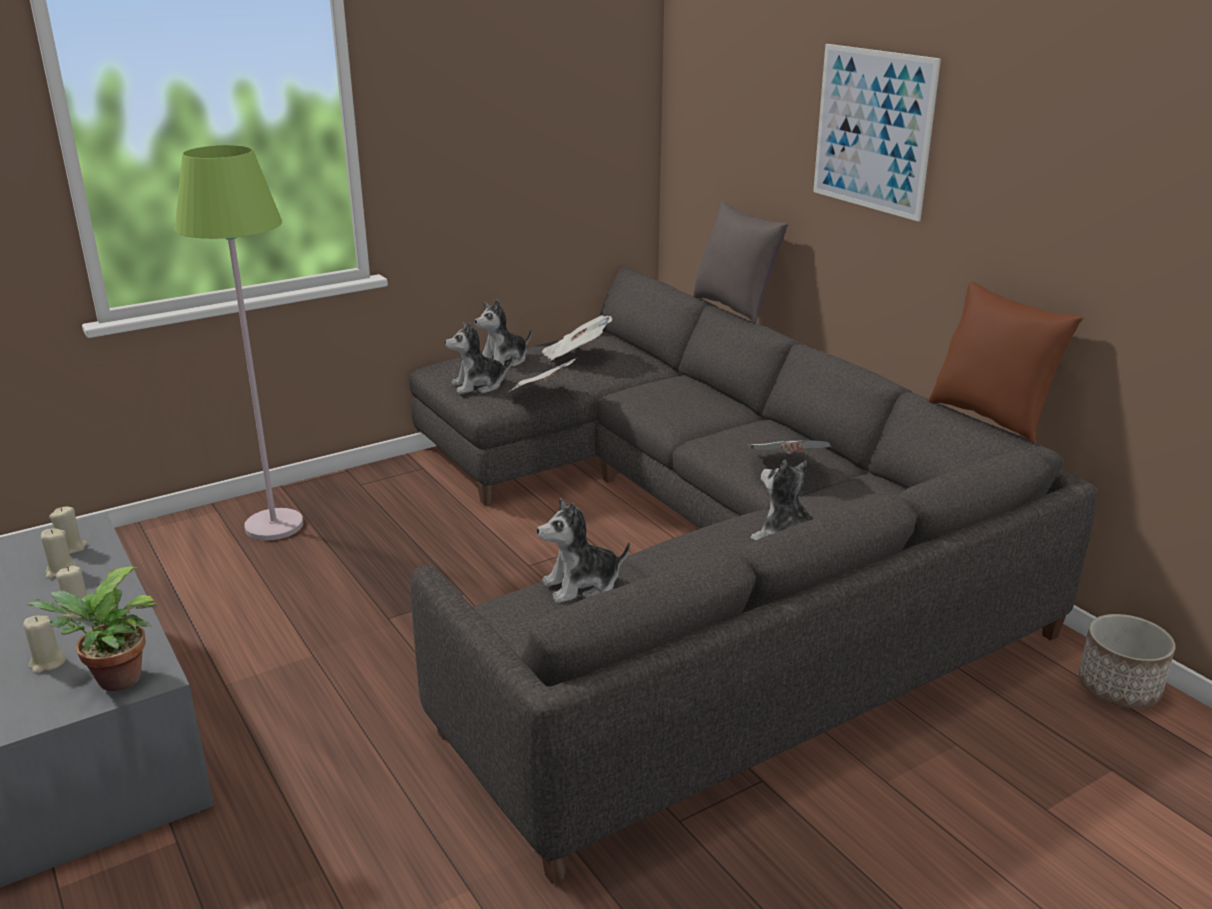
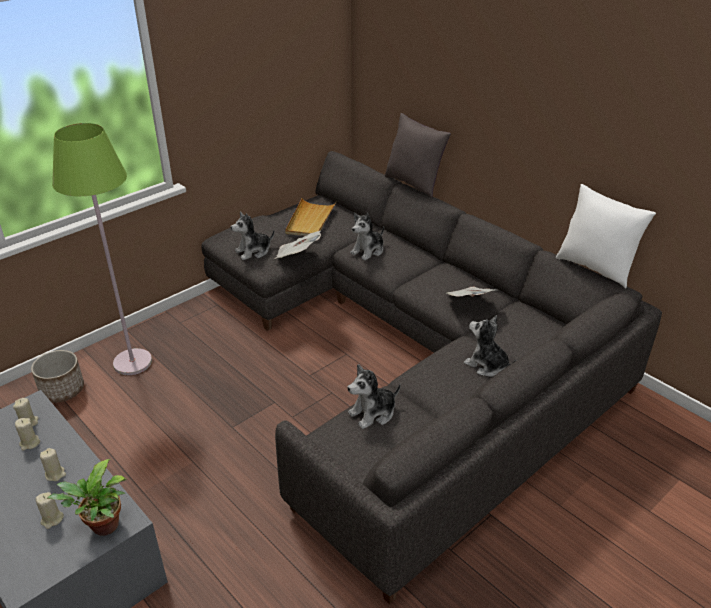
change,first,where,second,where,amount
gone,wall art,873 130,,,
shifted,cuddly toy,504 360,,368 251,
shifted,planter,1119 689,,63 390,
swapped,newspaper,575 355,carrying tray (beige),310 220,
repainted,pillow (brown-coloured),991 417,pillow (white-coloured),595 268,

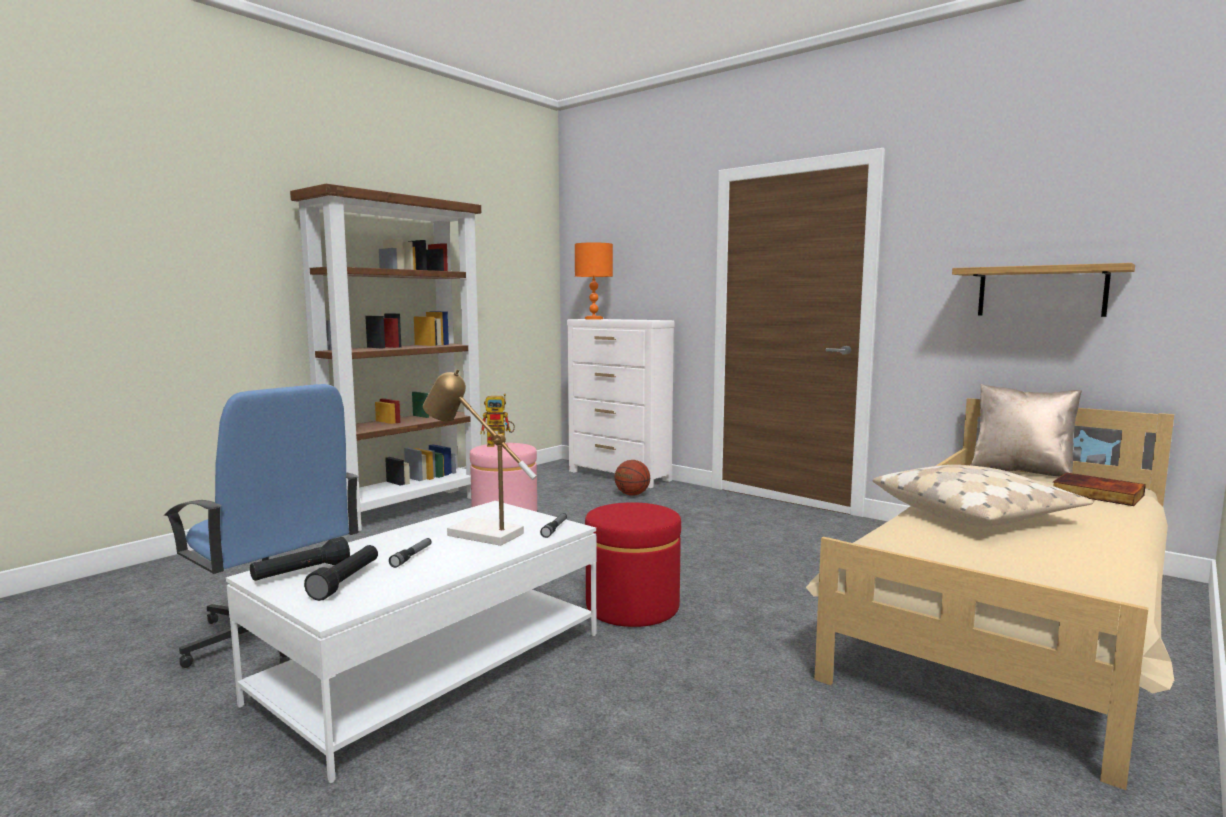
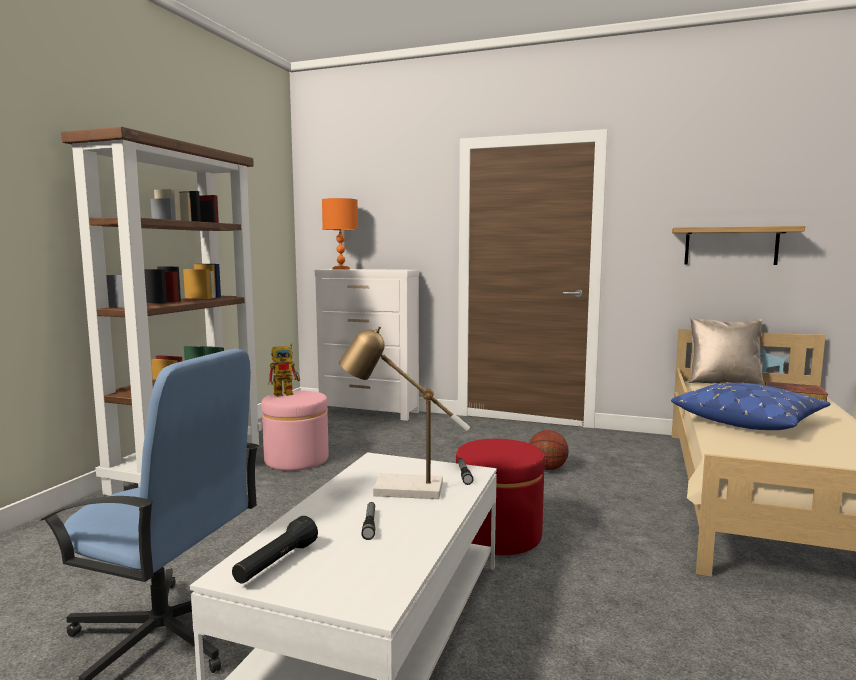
change,first,where,second,where,amount
gone,torch (blackish),346 582,,,
shifted,basketball ball,632 495,,547 469,
repainted,pillow (beige),975 514,pillow (blue-coloured),748 420,

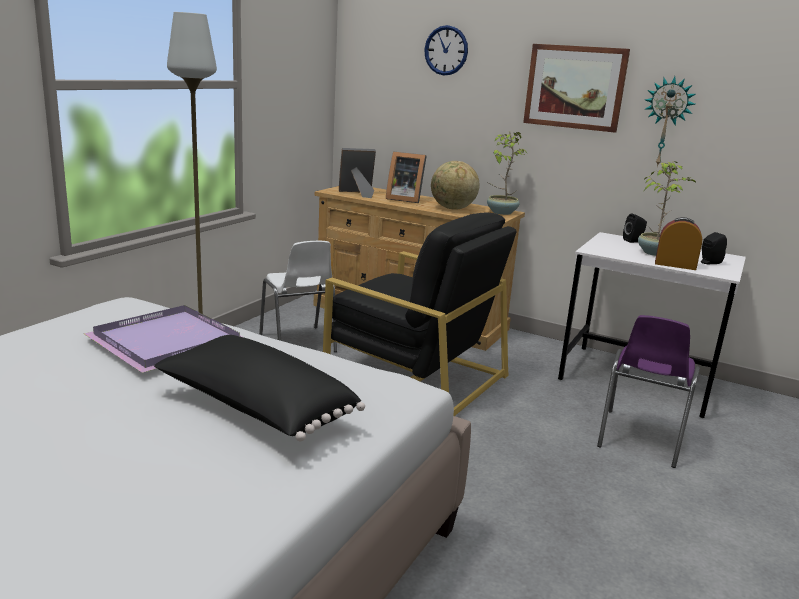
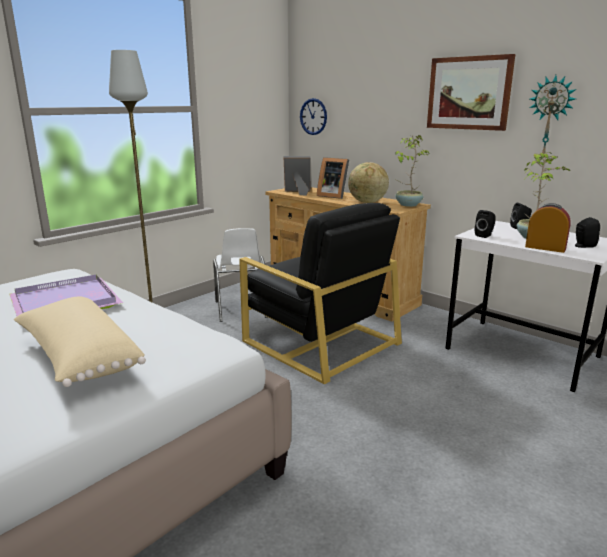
change,first,where,second,where,amount
gone,plain chair (purplish),639 439,,,
new,,,loudspeaker (blackish),484 235,
shifted,hanging clock,446 50,,313 116,
repainted,pillow (blackish),255 409,pillow (beige),78 357,

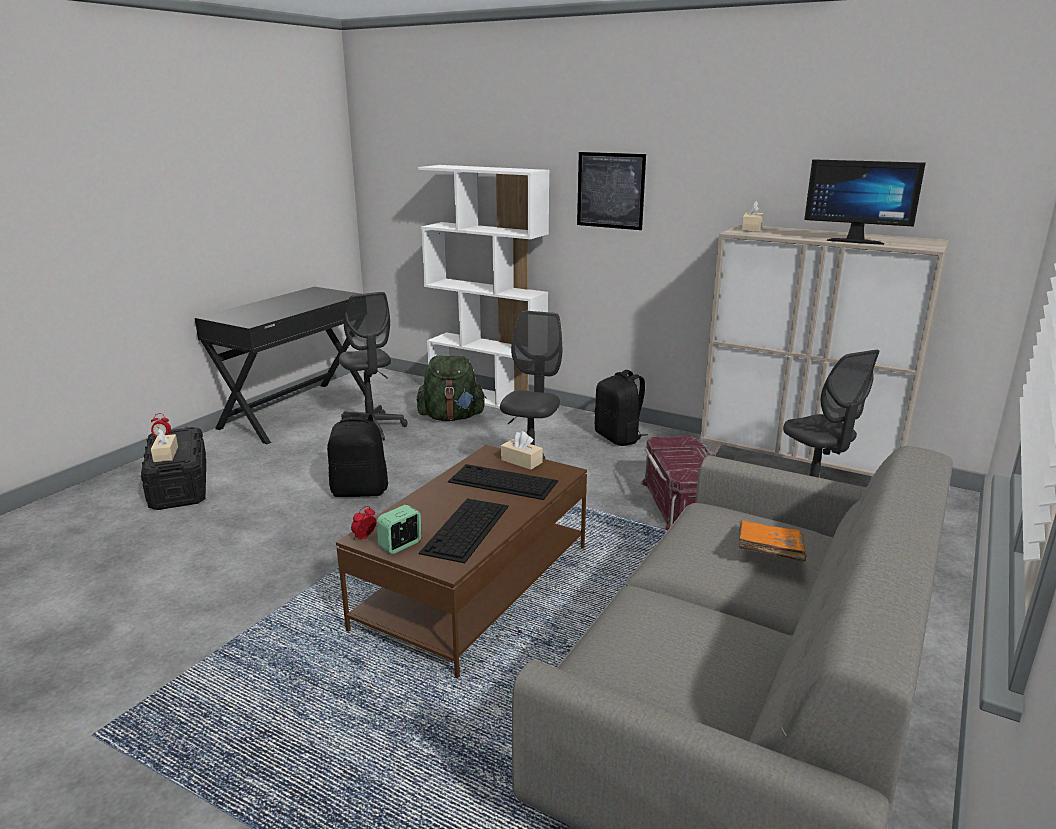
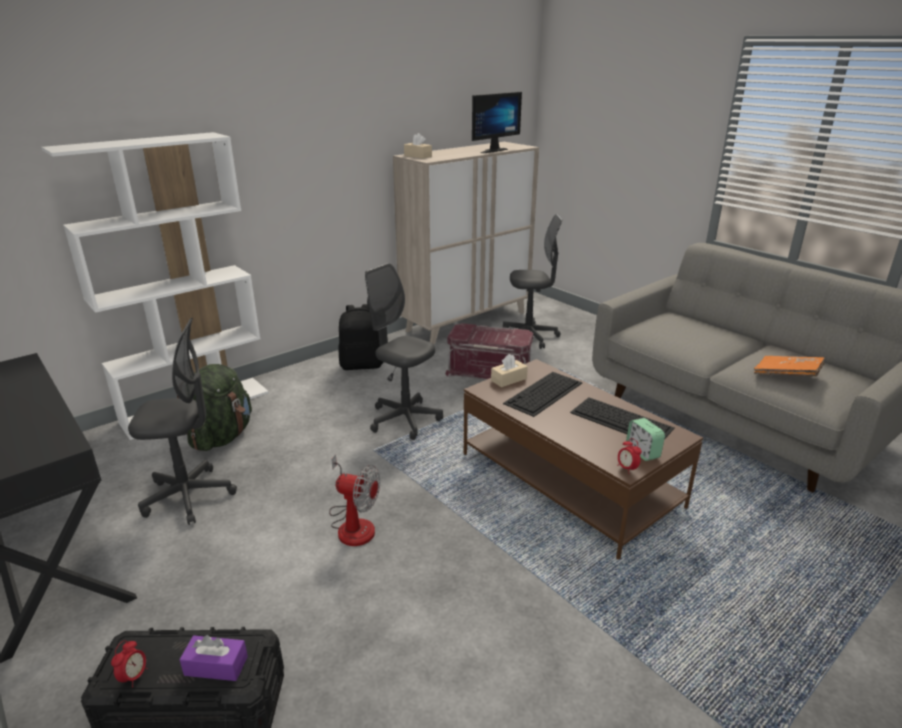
change,first,where,second,where,amount
gone,wall art,610 190,,,
shifted,book (orange-coloured),769 553,,787 375,
swapped,backpack (blackish),360 491,fan,353 524,
repainted,tissue holder (beige),166 454,tissue holder (purplish),216 666,

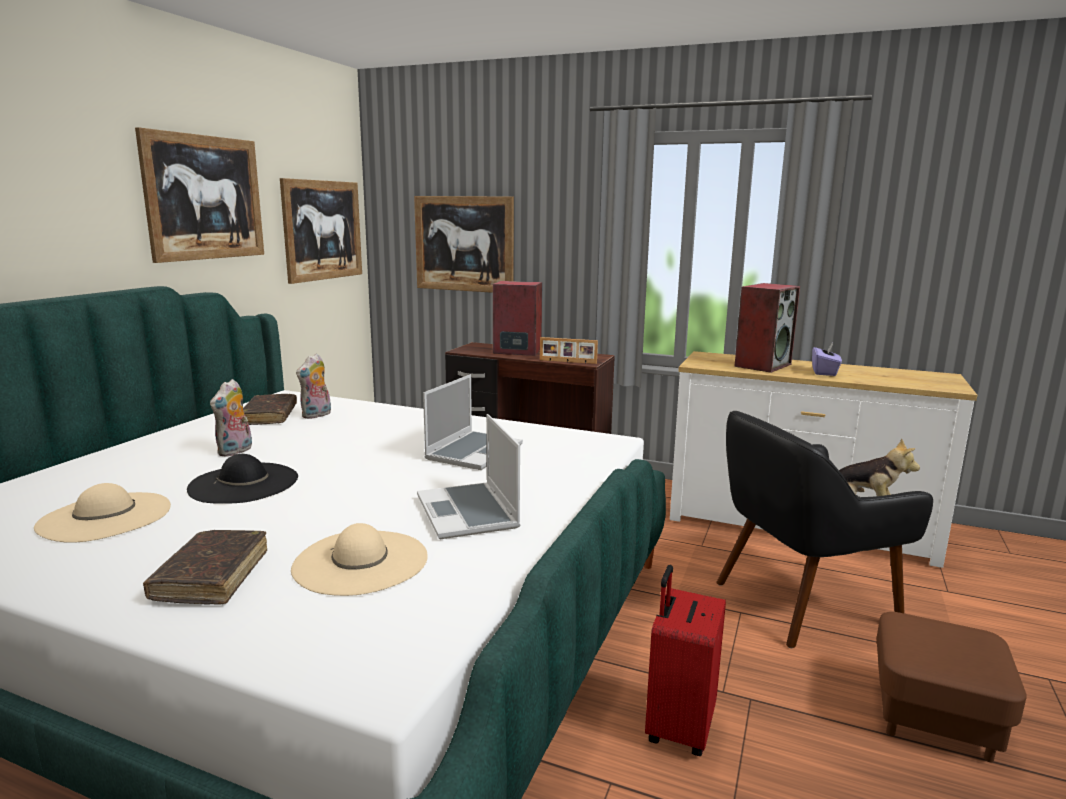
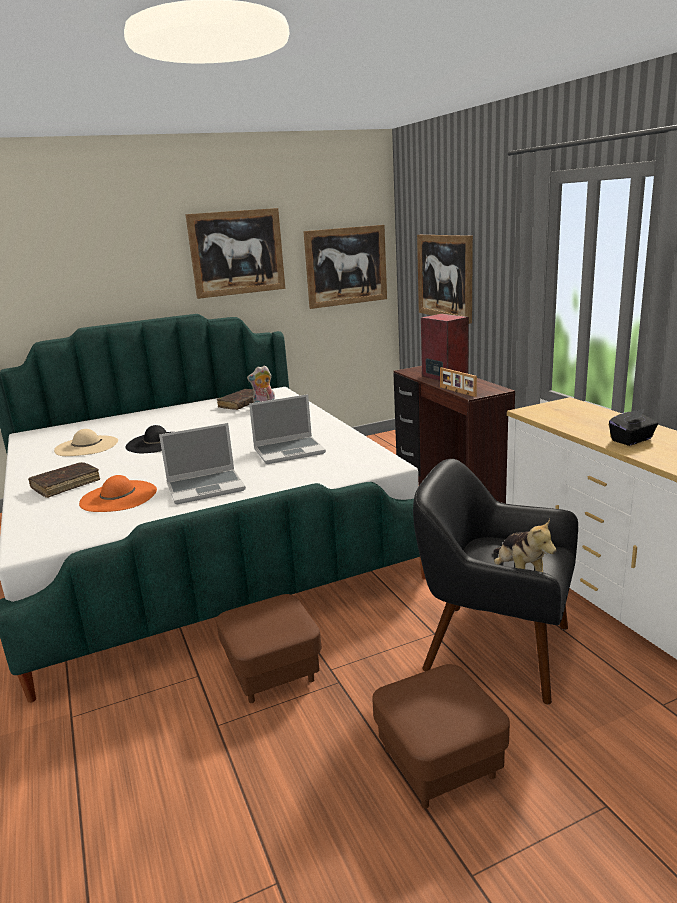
change,first,where,second,where,amount
gone,cuddly toy,235 451,,,
gone,loudspeaker,762 365,,,
swapped,travel case (red),678 727,ottoman (brown-coloured),272 672,
repainted,hat (beige),360 562,hat (orange-coloured),118 497,
repainted,tissue holder (purplish),824 372,tissue holder (blackish),632 440,
rotated,laptop,469 513,,206 487,135 degrees counterclockwise

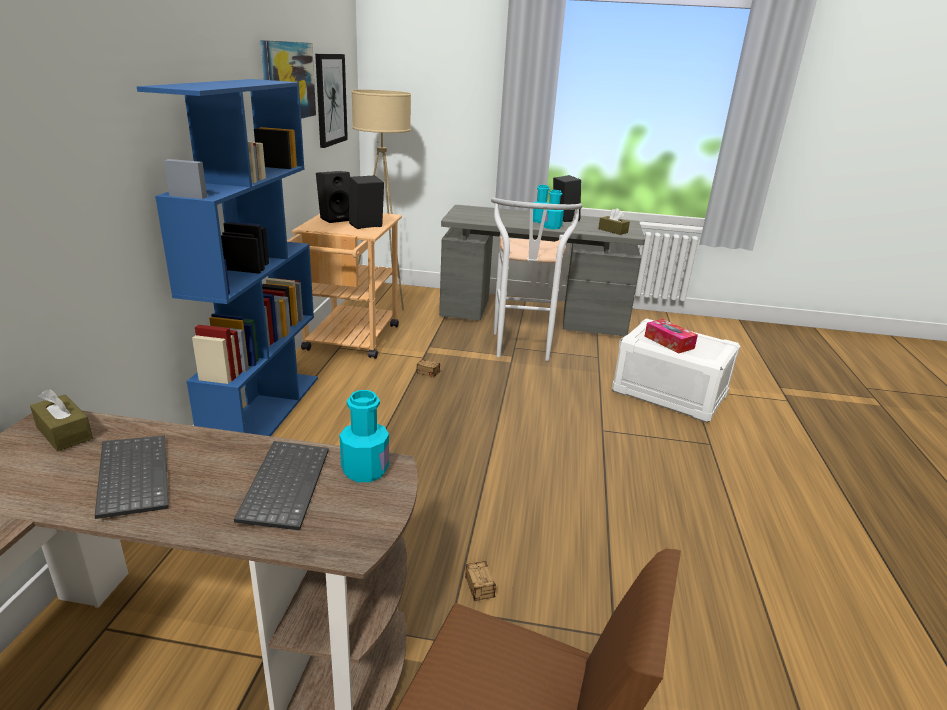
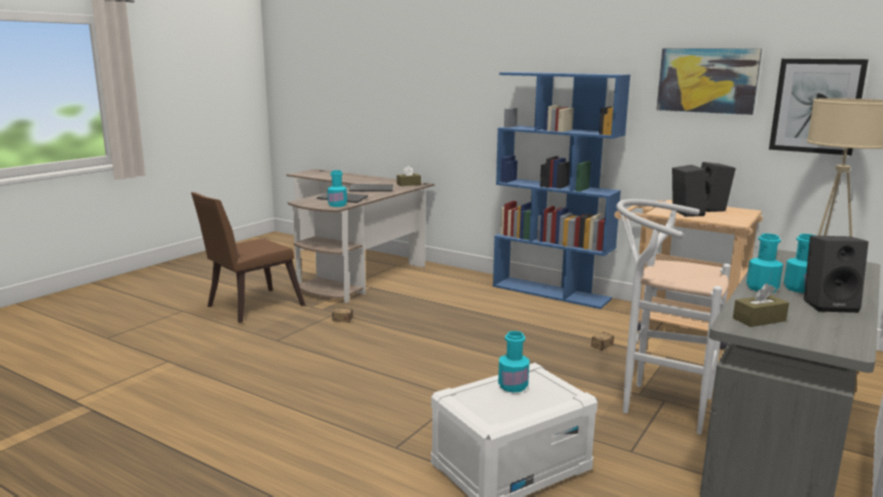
change,first,where,second,where,amount
swapped,tissue holder,669 342,drink bottle (turquoise),513 386,

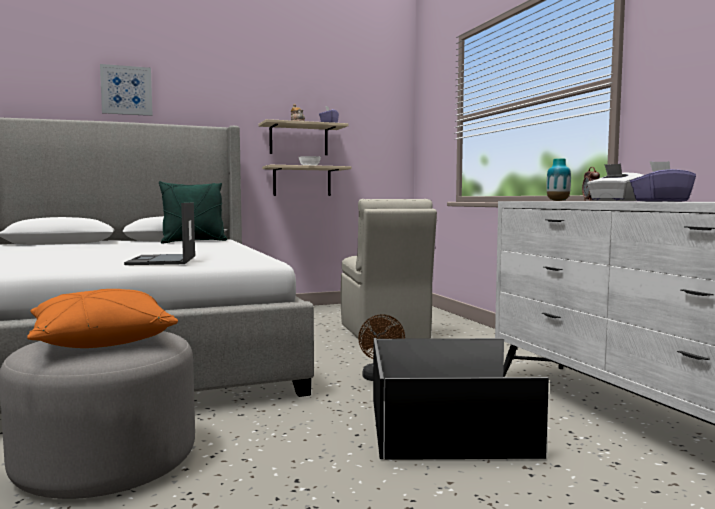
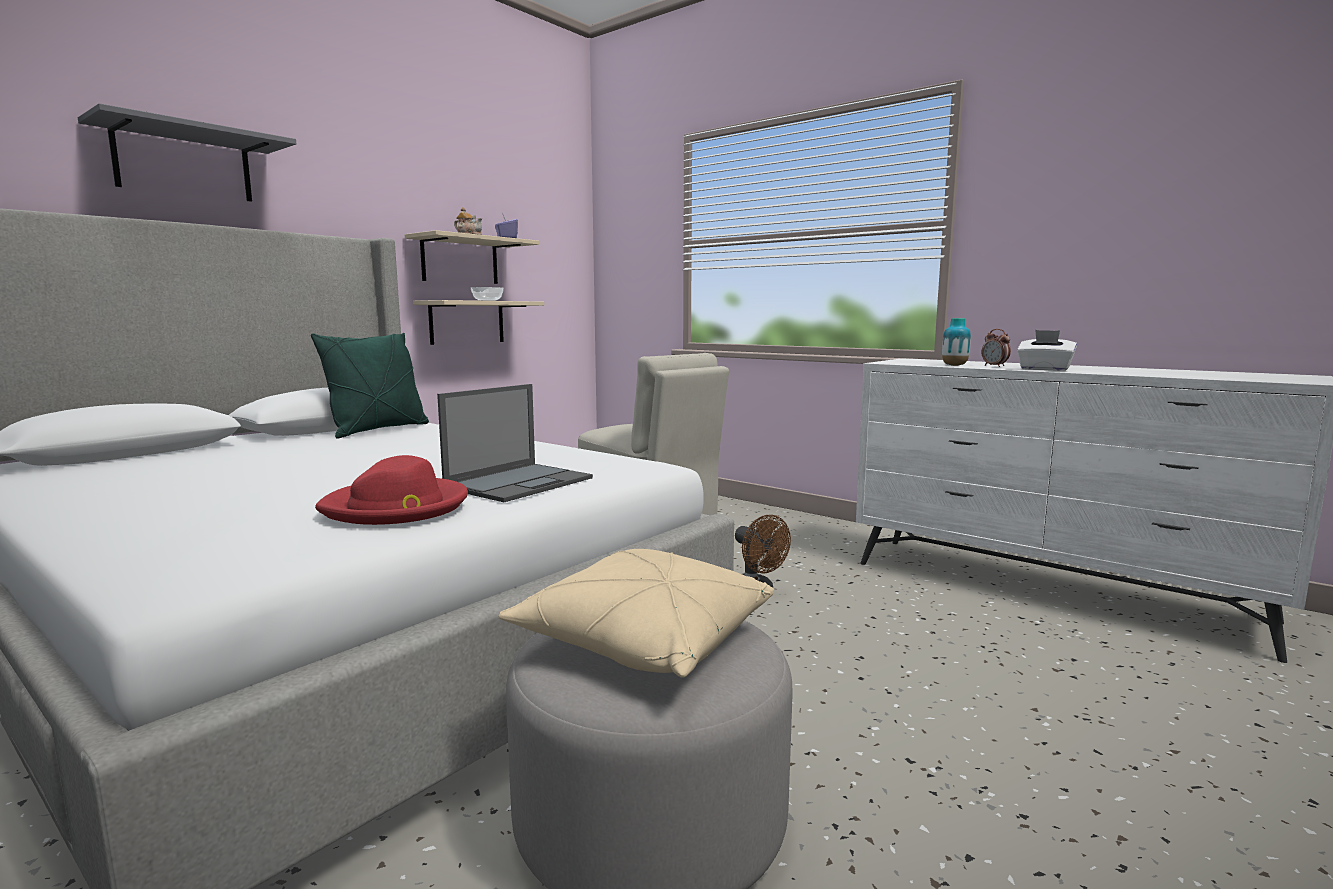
change,first,where,second,where,amount
gone,storage bin (blackish),449 427,,,
gone,tissue holder (purplish),660 201,,,
new,,,hat (red),397 507,
swapped,wall art,126 90,wall shelf (gray),184 164,
repainted,pillow (orange-coloured),101 340,pillow (beige),643 641,
rotated,laptop,162 260,,520 482,105 degrees counterclockwise

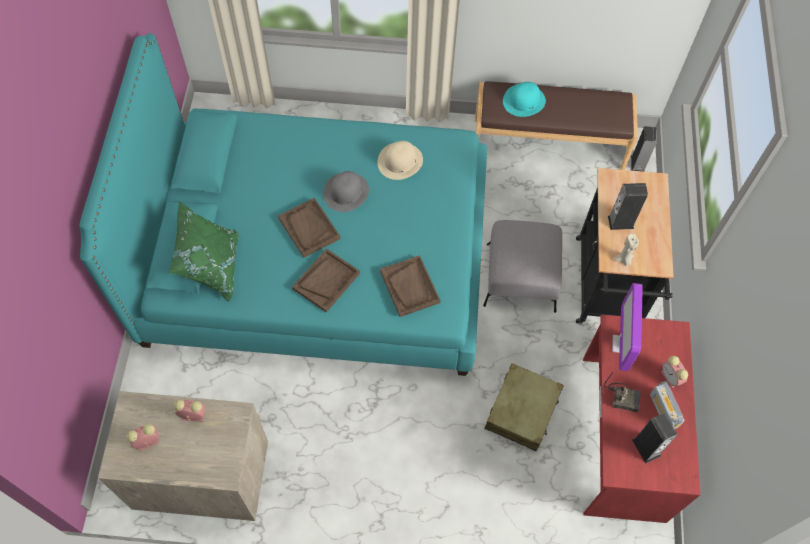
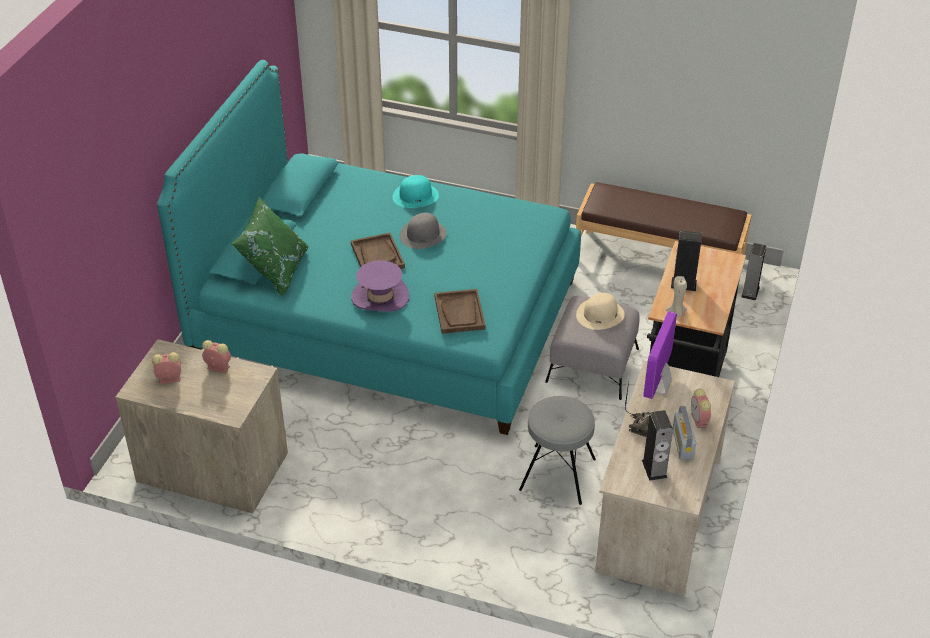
change,first,where,second,where,amount
shifted,hat (beige),400 161,,600 315,
shifted,hat (turquoise),524 100,,415 196,
swapped,carrying tray (brown-coloured),326 281,hat (purplish),380 296,
swapped,travel case (beige),522 411,stool seat (gray),557 474,
repainted,desk (red),621 437,desk (beige),657 514,

